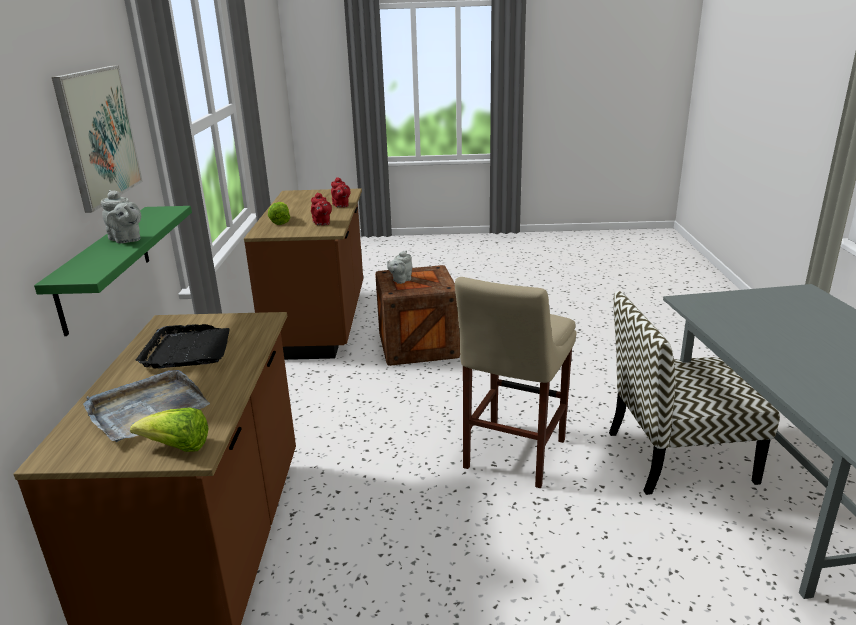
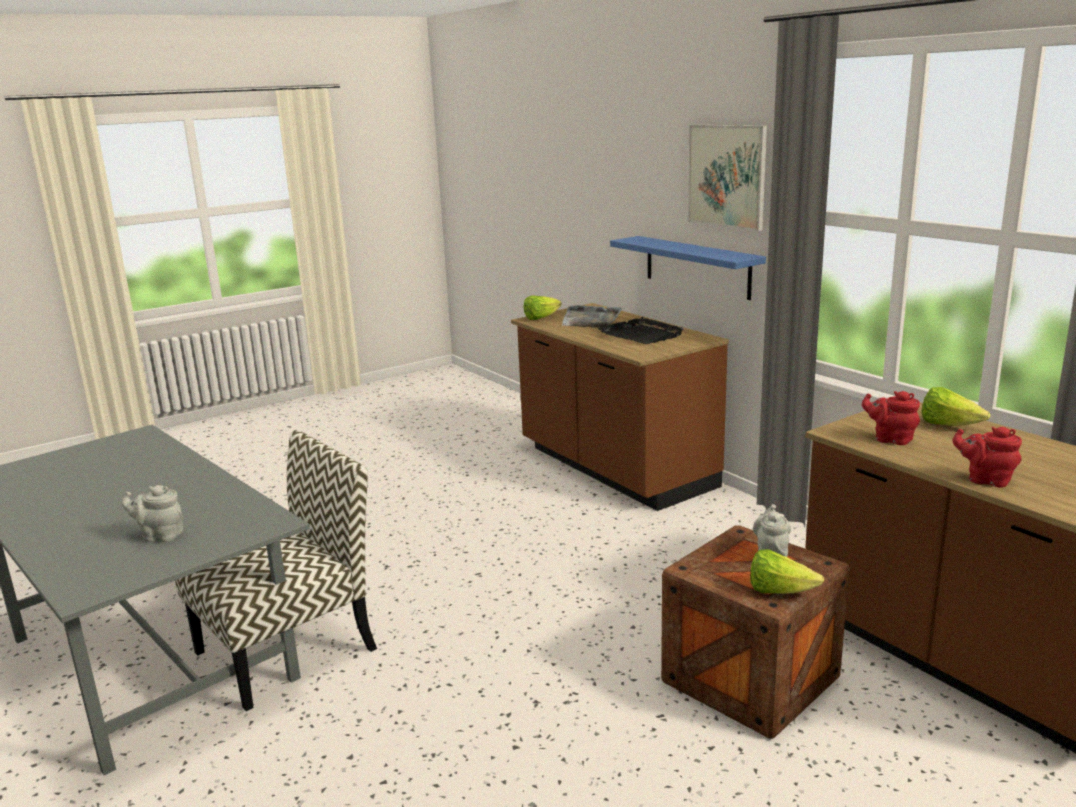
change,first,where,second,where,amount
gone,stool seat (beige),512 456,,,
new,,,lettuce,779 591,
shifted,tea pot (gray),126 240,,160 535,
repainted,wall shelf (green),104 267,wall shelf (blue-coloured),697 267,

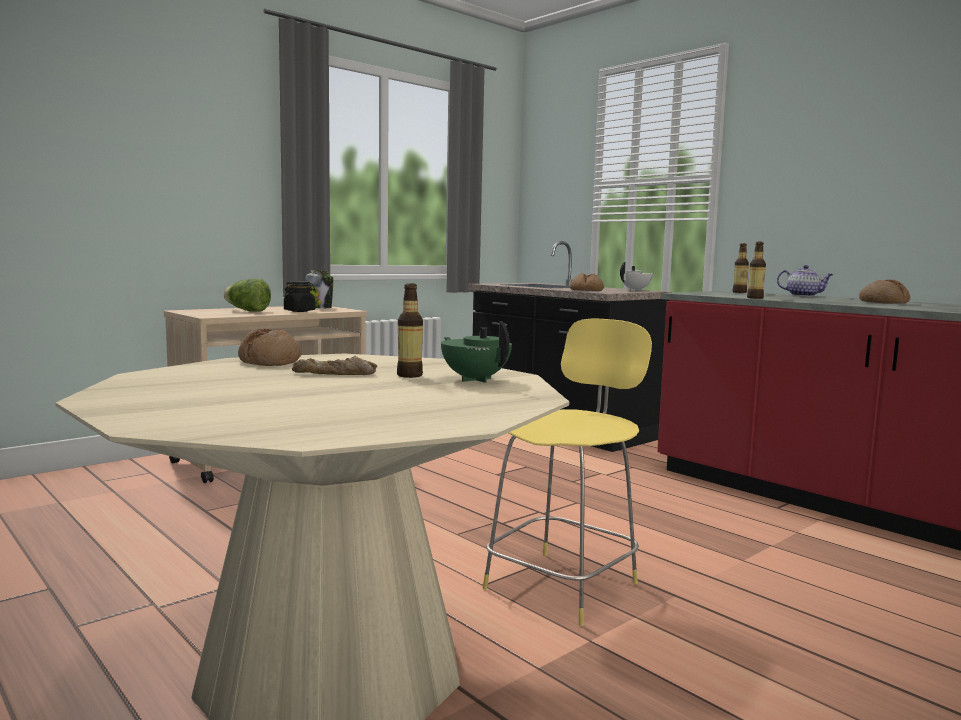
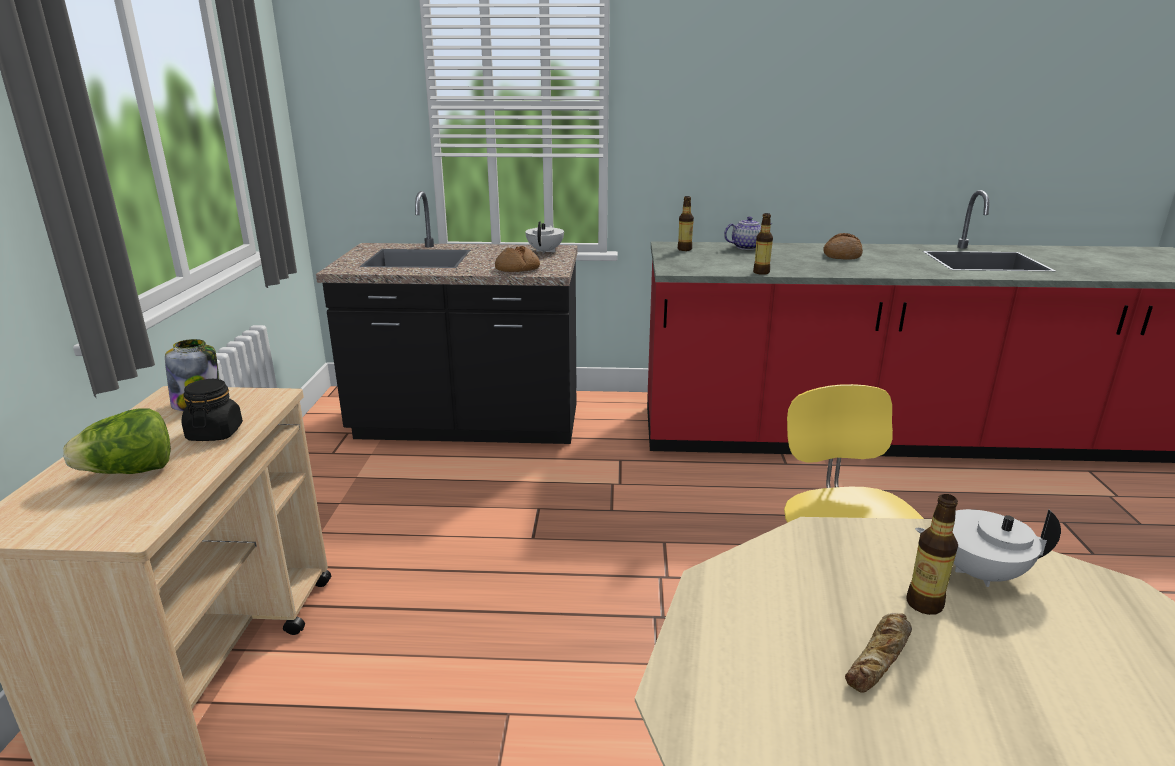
change,first,where,second,where,amount
gone,bakery bread,270 362,,,
repainted,tea pot (green),475 379,tea pot (white-coloured),977 572,

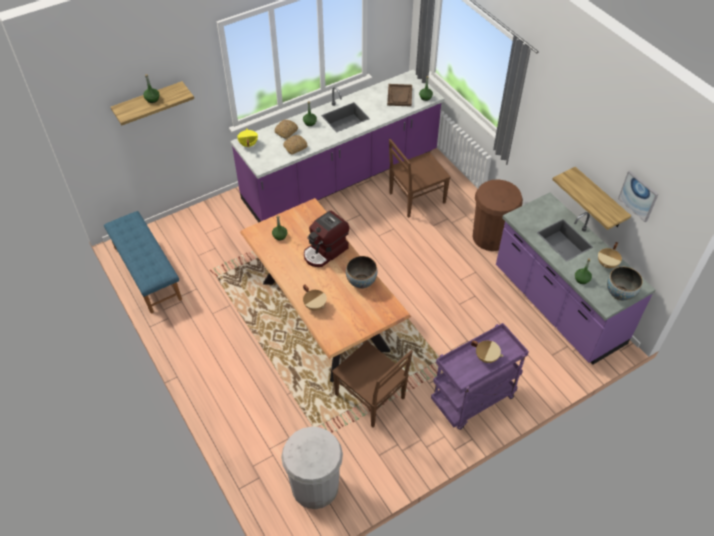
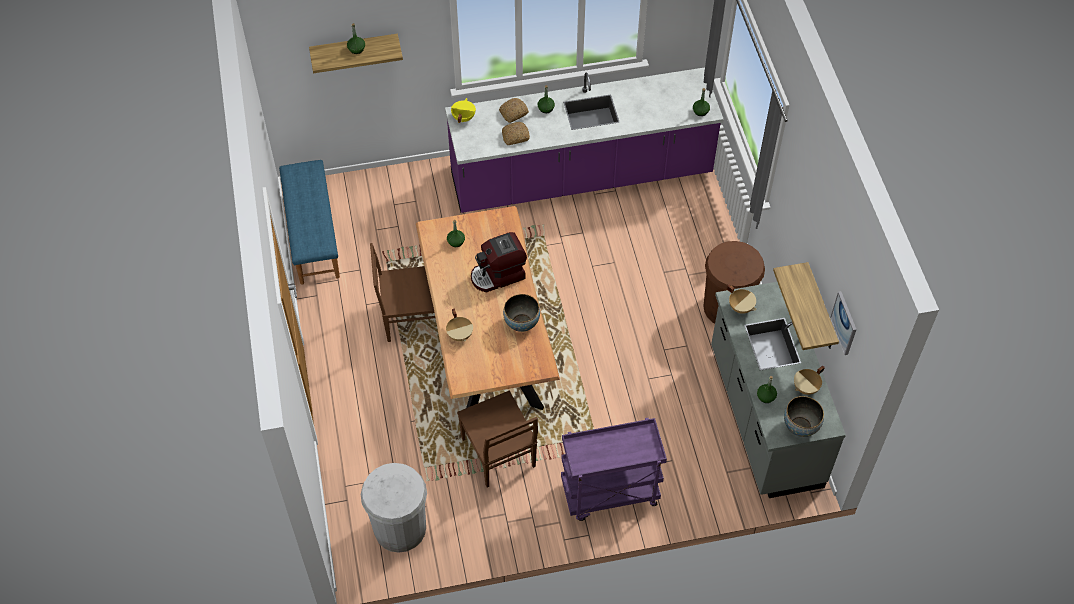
change,first,where,second,where,amount
gone,carrying tray (brown-coloured),399 96,,,
shifted,plain chair (brown-coloured),415 198,,412 318,
shifted,saucepot (beige),486 357,,741 307,
repainted,counter (purplish),557 306,counter (gray),763 417,

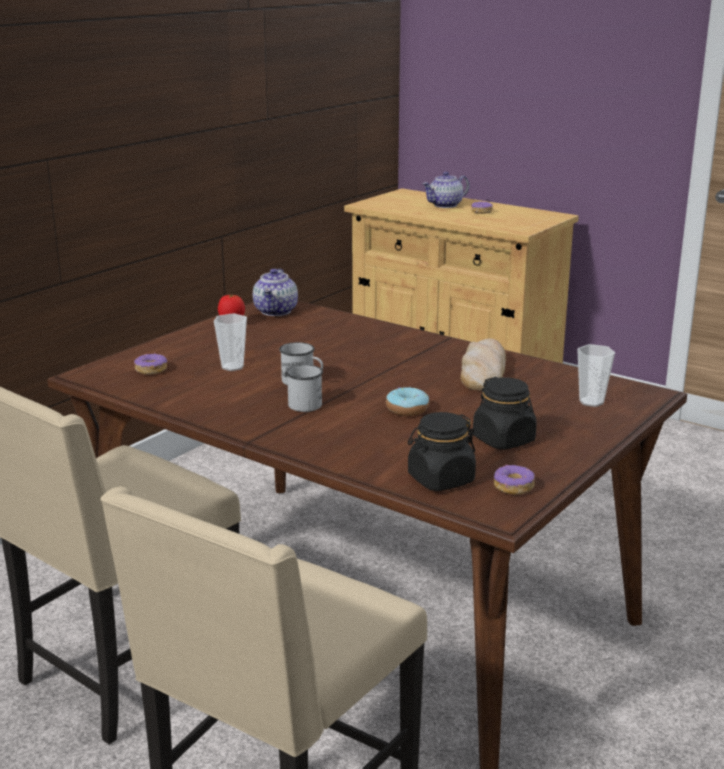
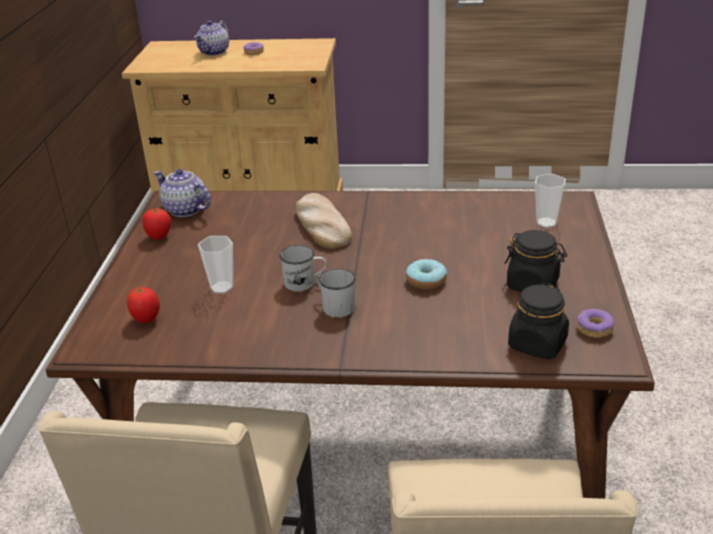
change,first,where,second,where,amount
shifted,bakery bread,483 371,,321 225,
swapped,ring doughnut,151 370,tomato,146 319,
rotated,tea pot,276 311,,184 210,150 degrees clockwise

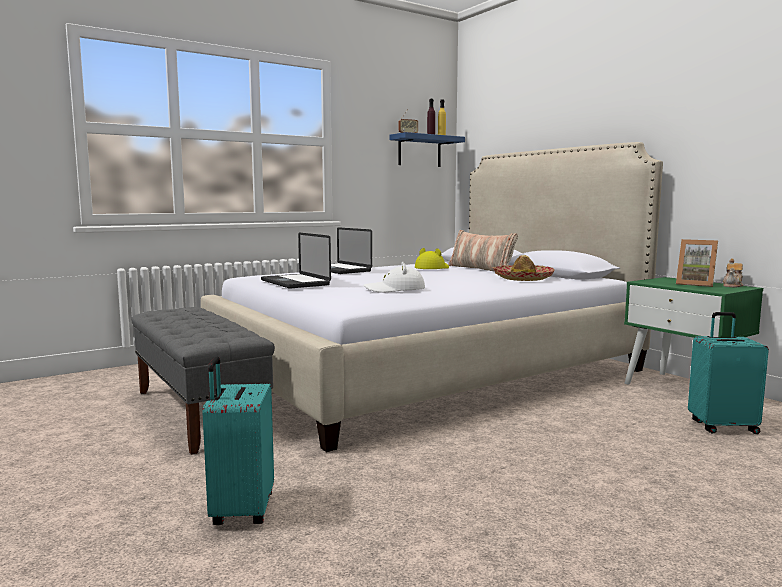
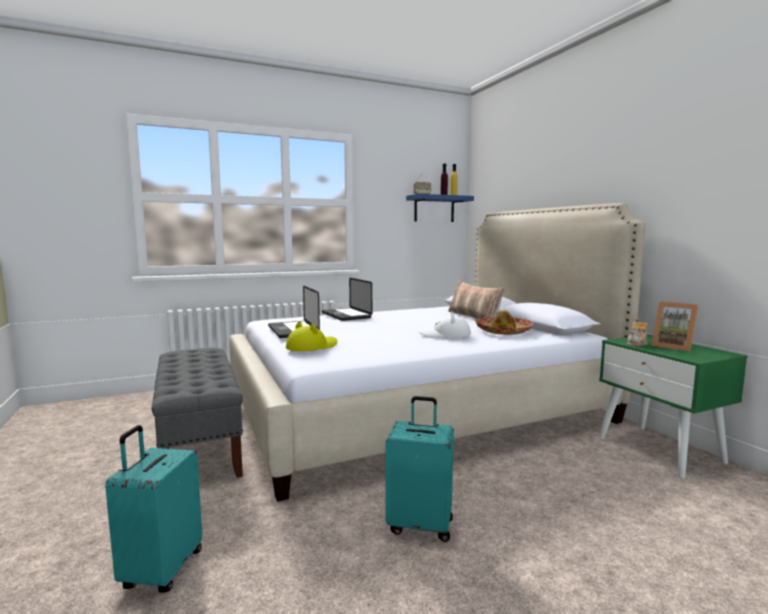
change,first,where,second,where,amount
shifted,hat (white-coloured),395 290,,445 335,
shifted,hat (yellow-coloured),432 268,,312 347,
shifted,travel case (turquoise),722 427,,420 525,
shifted,tea pot,732 285,,637 344,

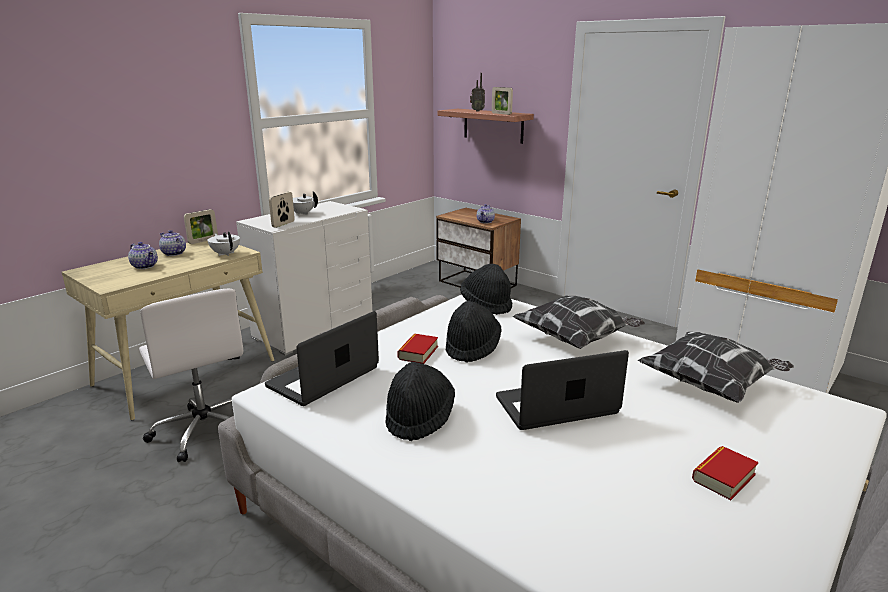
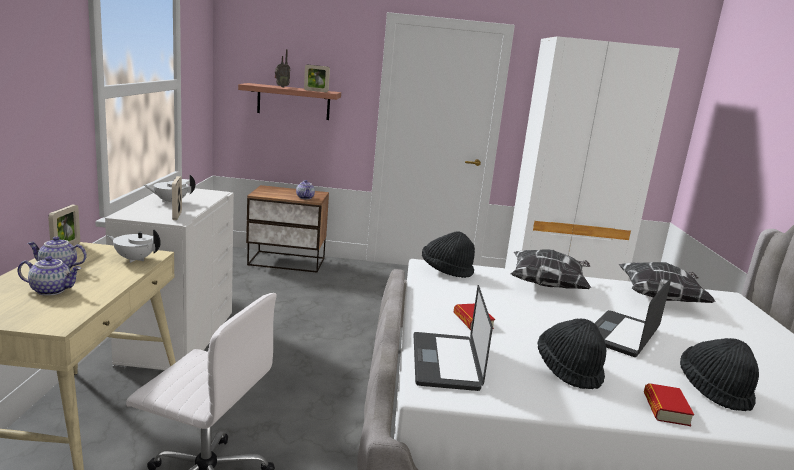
change,first,where,second,where,amount
shifted,hat (blackish),472 348,,714 390,
shifted,book,723 477,,666 409,

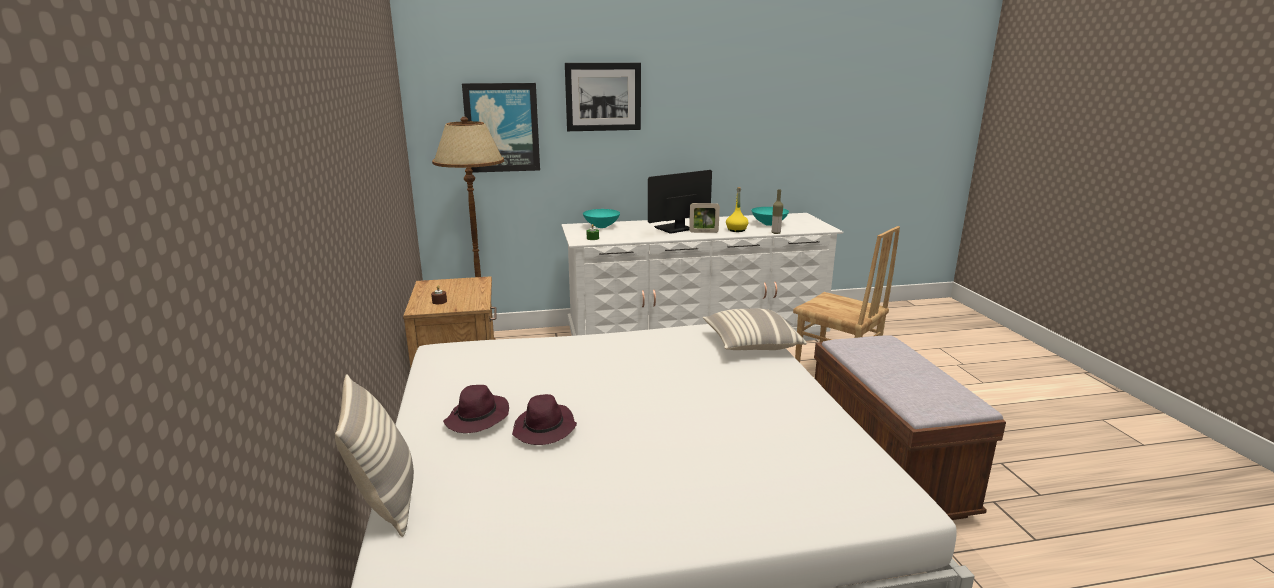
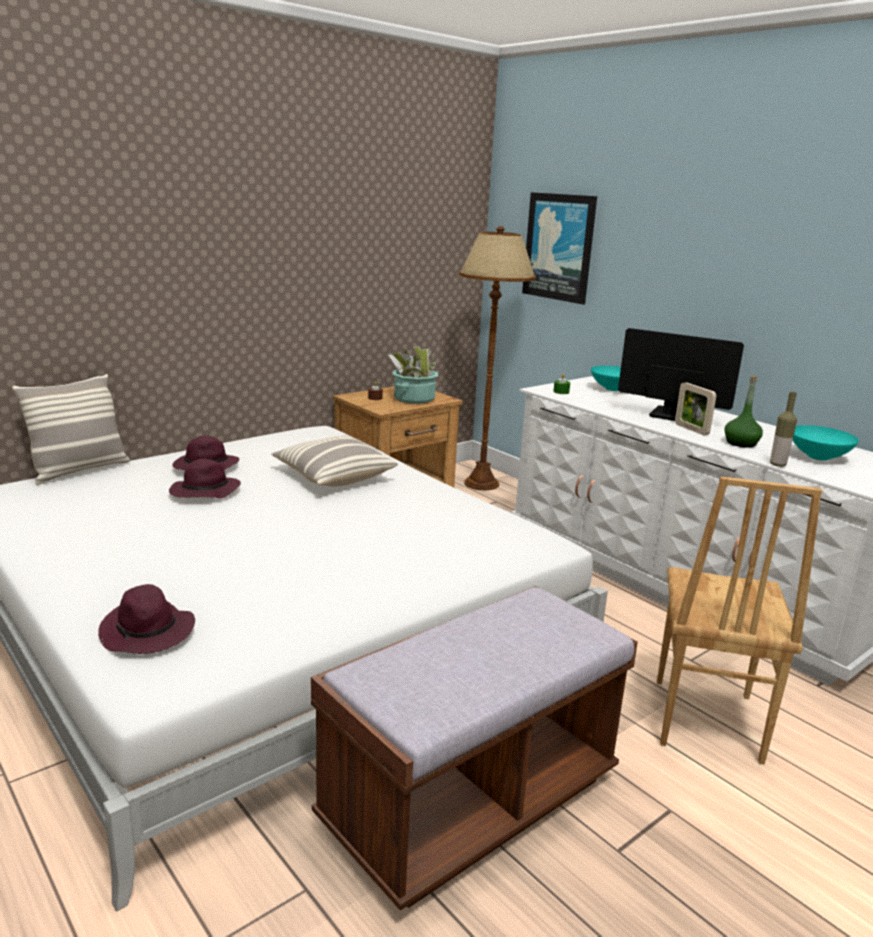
change,first,where,second,where,amount
gone,wall art,603 97,,,
new,,,hat (purplish),148 632,
new,,,plant in a pot,414 399,
shifted,pillow,750 344,,333 476,
repainted,drink bottle (yellow-coloured),736 230,drink bottle (green),741 443,

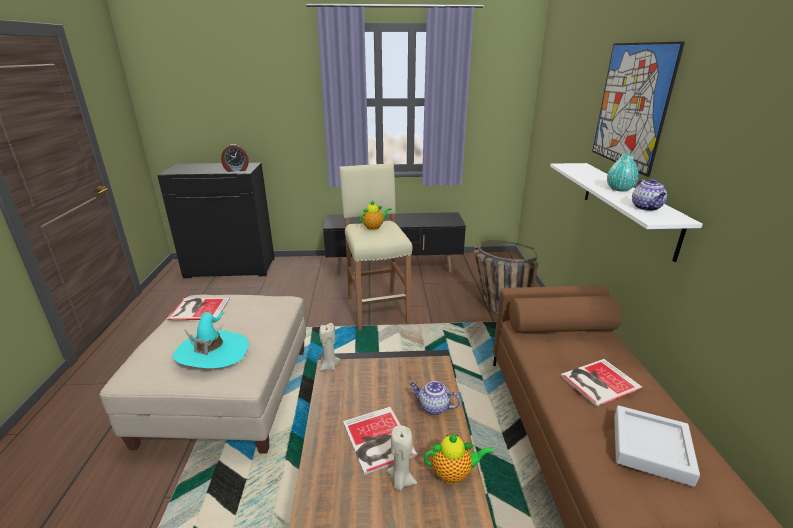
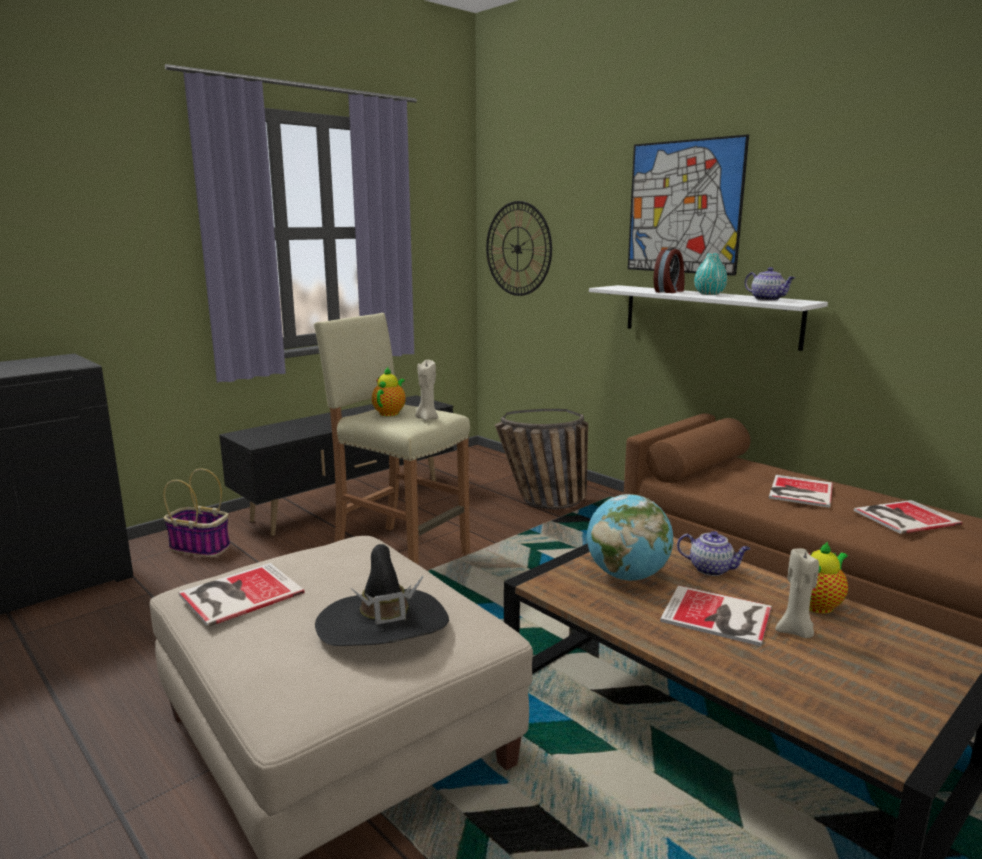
change,first,where,second,where,amount
new,,,storage basket,201 547,
new,,,hanging clock,518 249,
new,,,world globe,627 576,
shifted,bedside clock,236 170,,669 291,
shifted,candle (beige),329 366,,427 418,
swapped,carrying tray (gray),650 448,book,903 517,
repainted,hat (turquoise),212 352,hat (blackish),383 625,
rotated,tea pot,433 407,,711 569,135 degrees counterclockwise

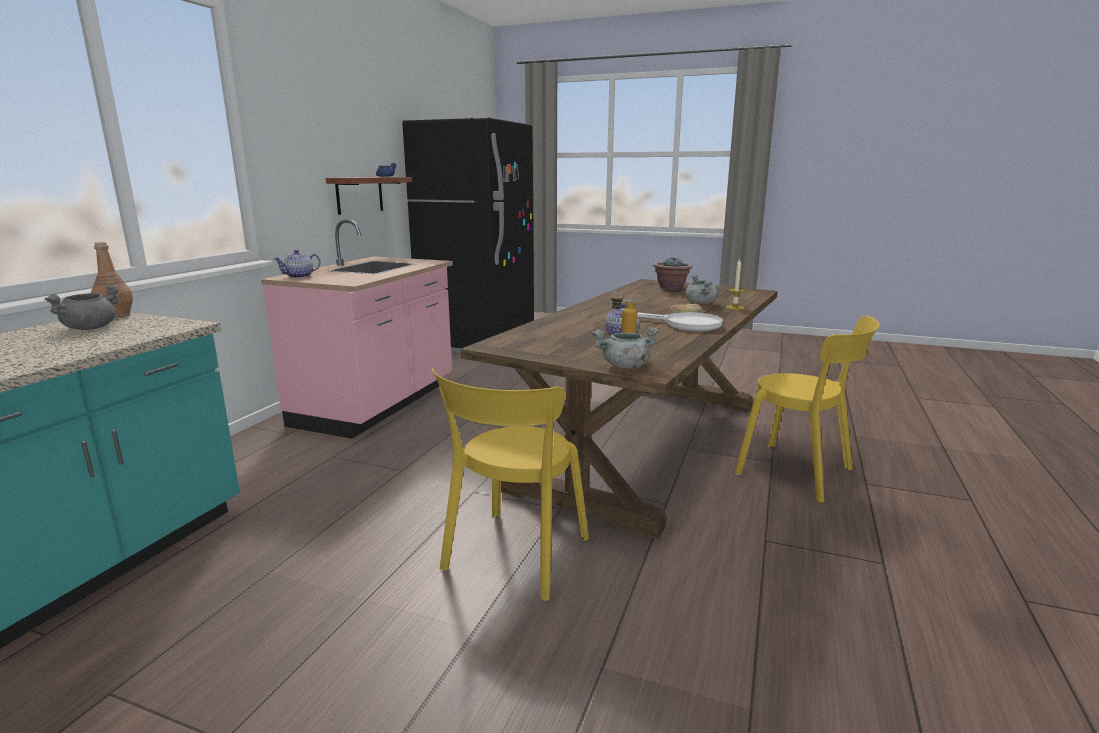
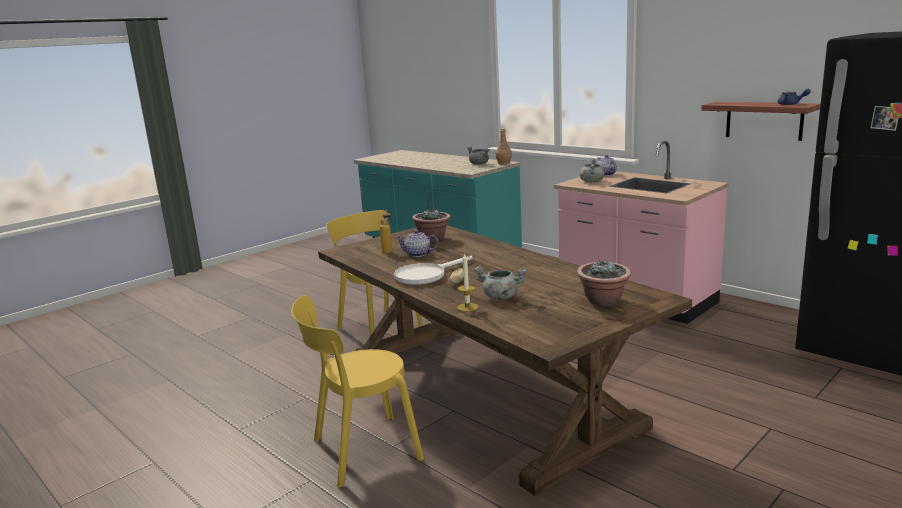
change,first,where,second,where,amount
new,,,plant in a pot,432 239,
shifted,saucepot (gray),625 366,,591 181,

